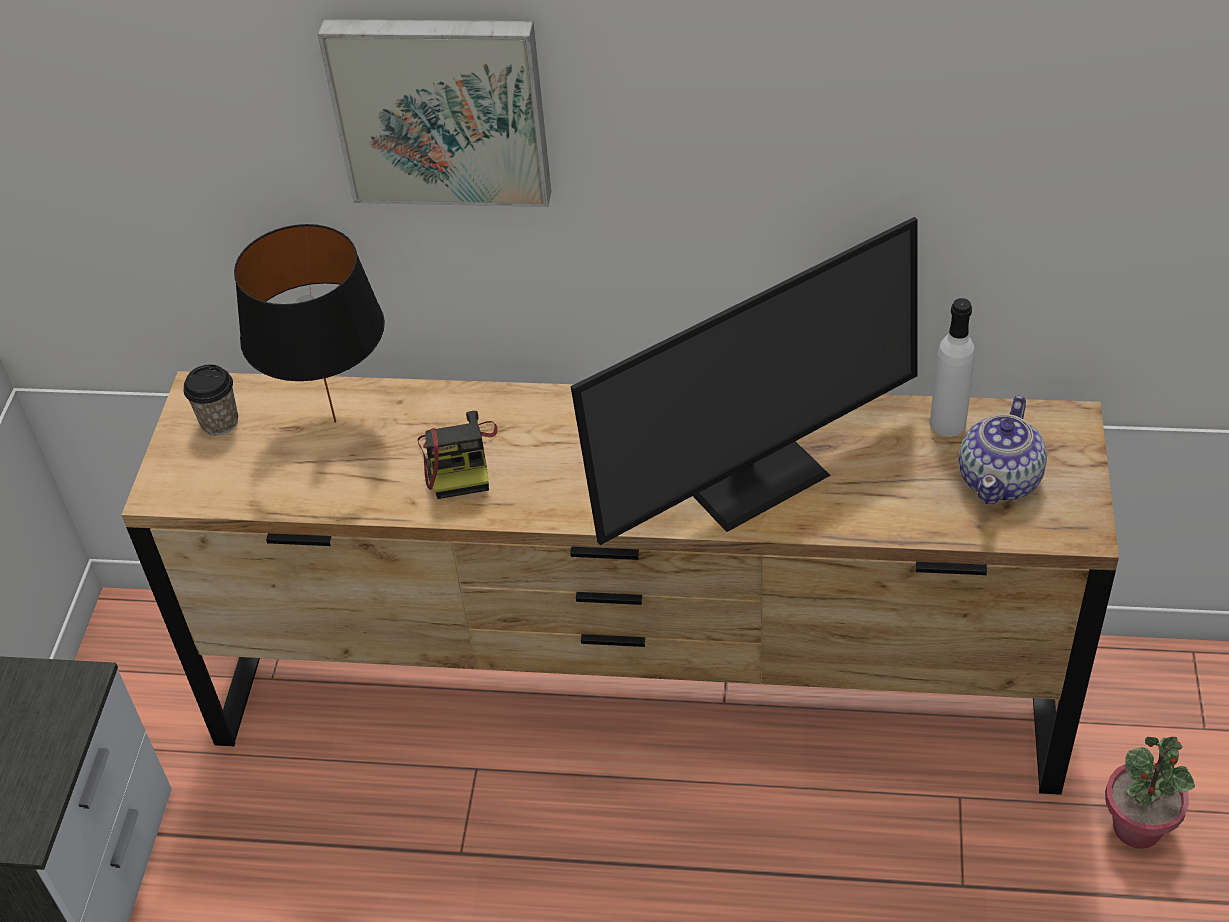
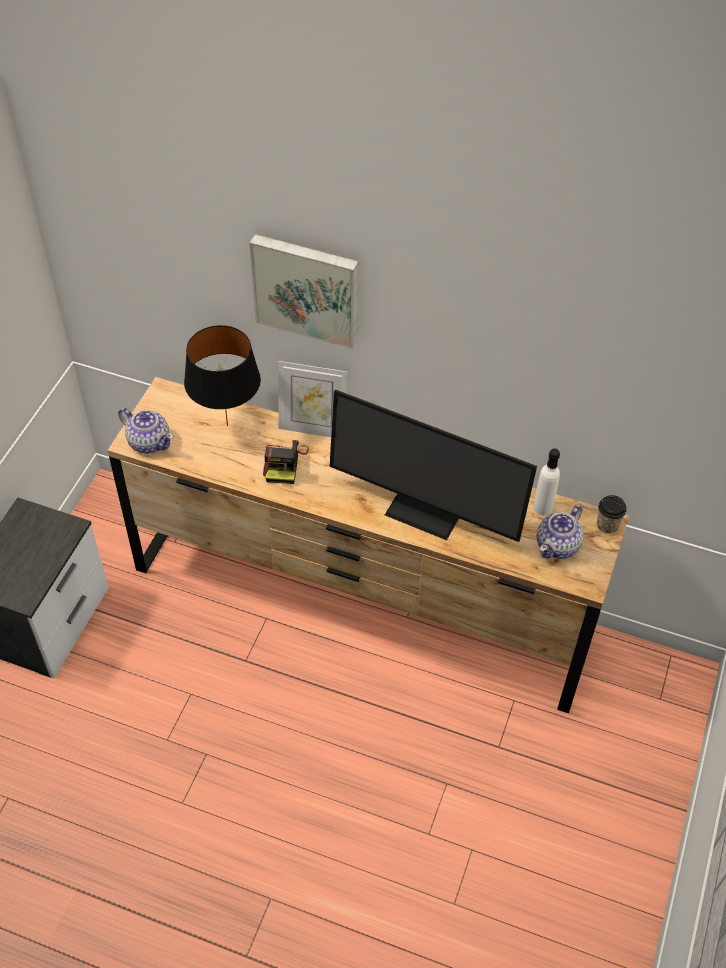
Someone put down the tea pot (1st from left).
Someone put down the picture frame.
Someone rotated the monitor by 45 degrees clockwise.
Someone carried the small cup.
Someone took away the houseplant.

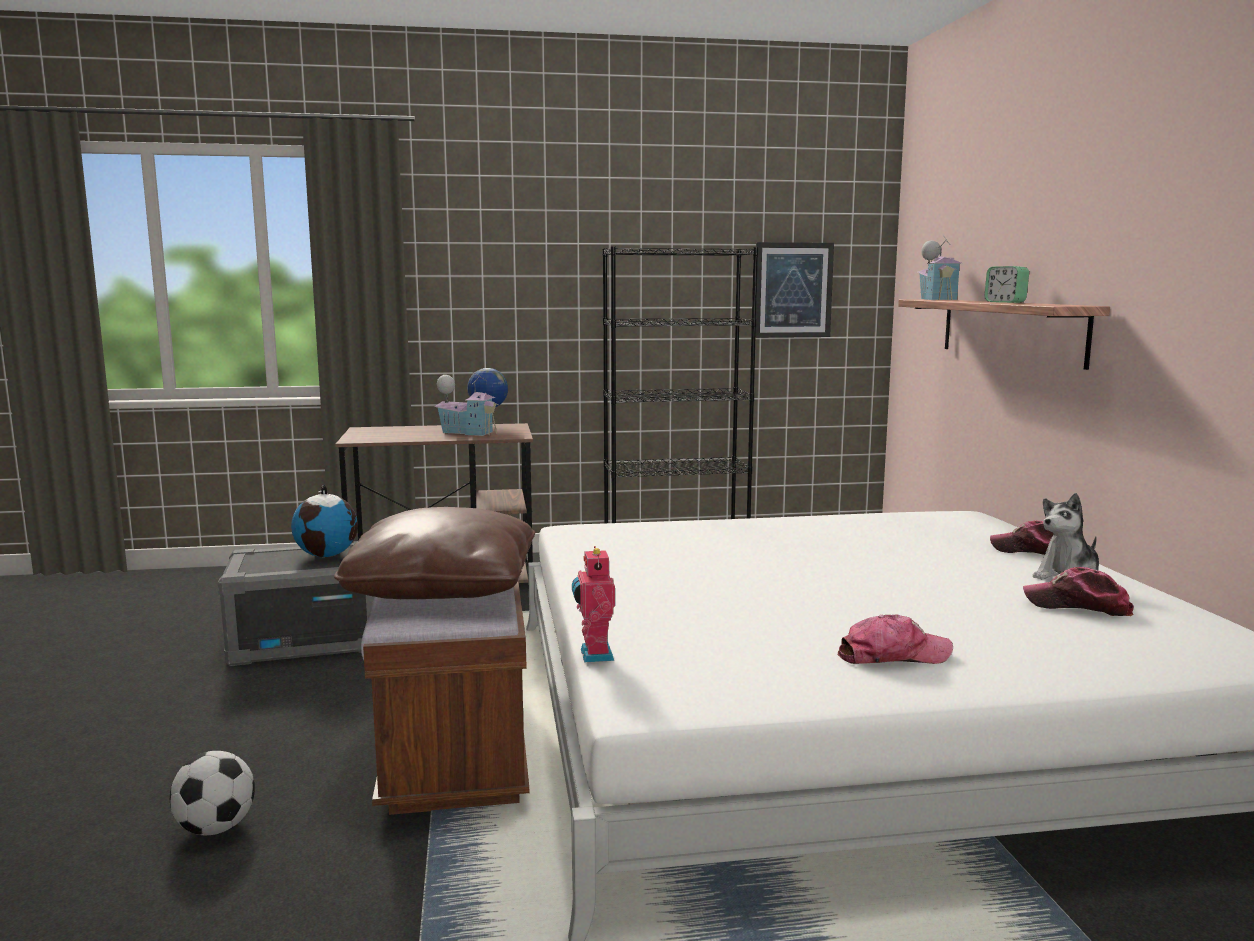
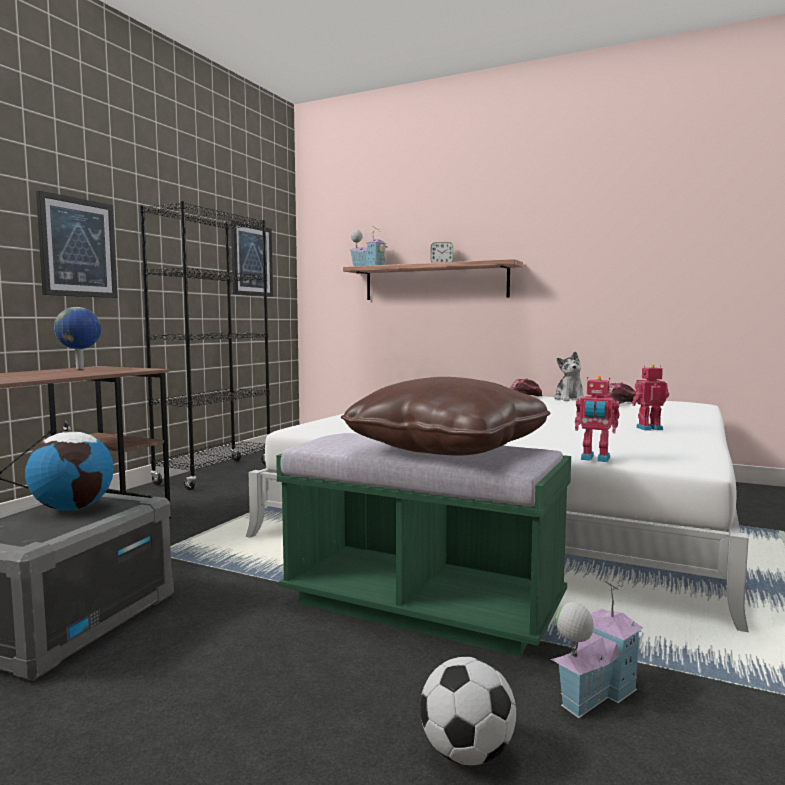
Someone put up the wall art (1st from left).
Someone repainted the brownish long seat, which became the greenish long seat.
Someone carried the model house (1st from left in the first image).
Someone swapped the peaked cap (1st from left) for the model robot (2nd from left).

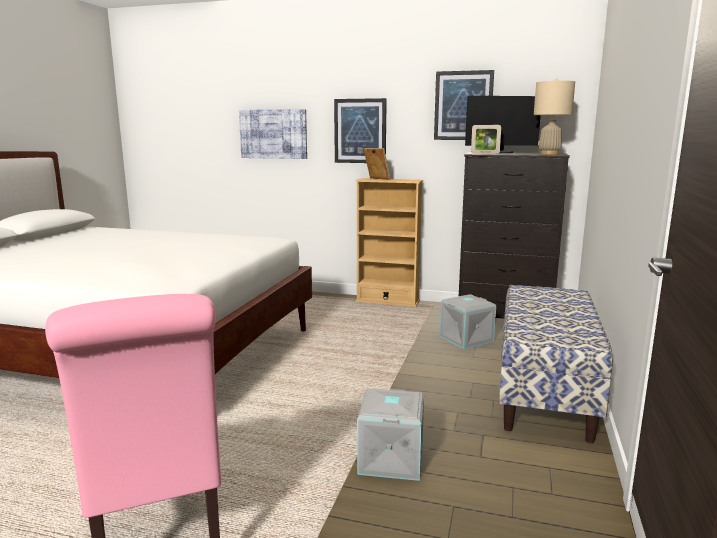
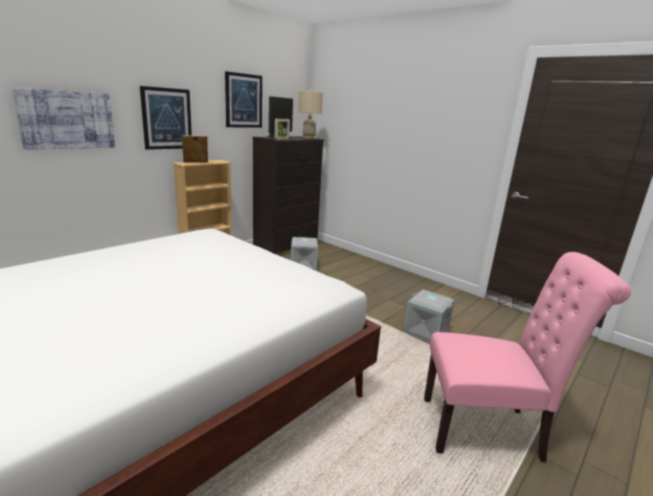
Someone took away the long seat.

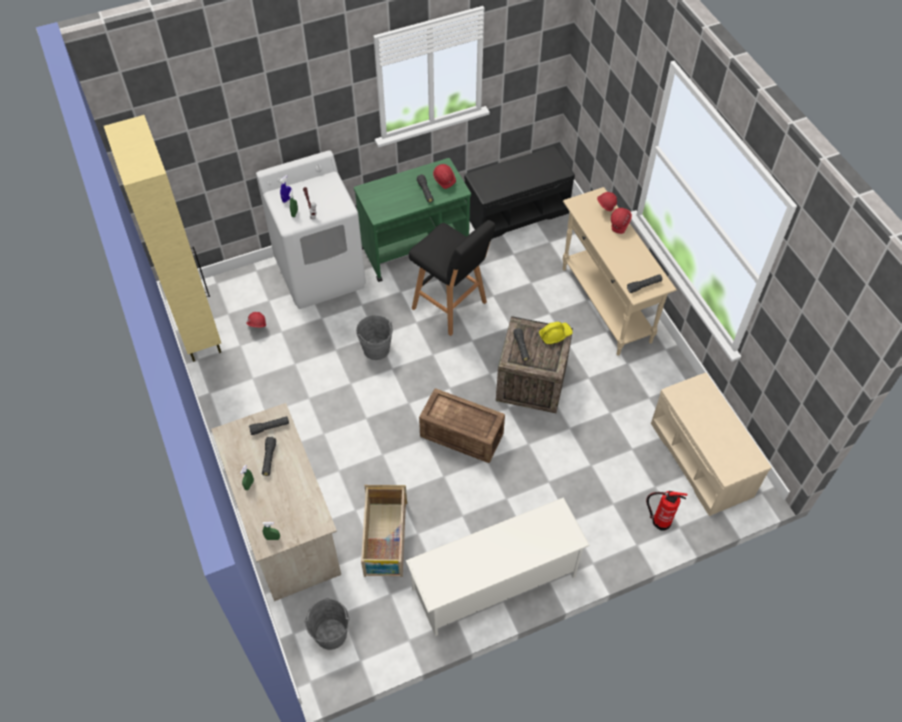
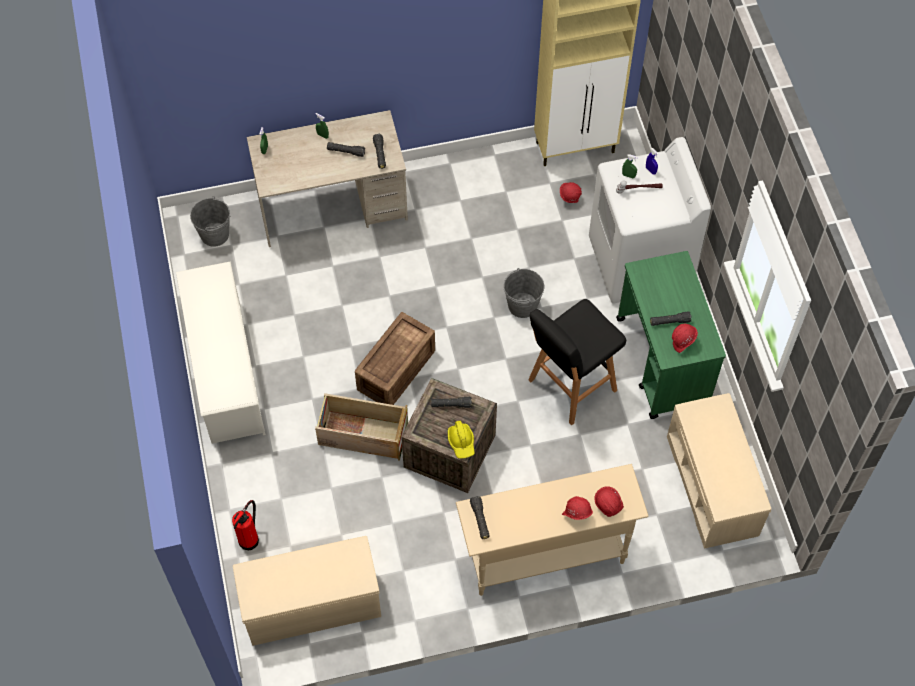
Someone carried the packing crate (1st from left).
Someone repainted the blackish long seat, which became the beige-coloured long seat (2nd from left).

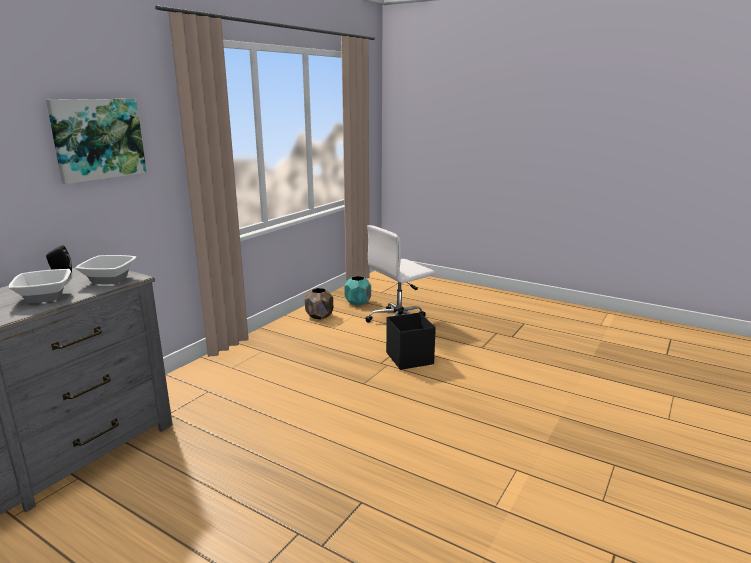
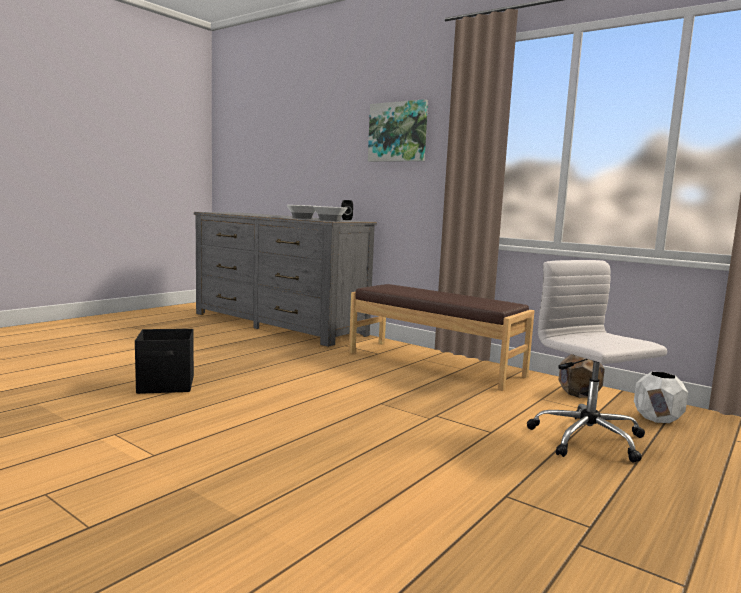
Someone carried the blackish storage bin.
Someone put down the brownish long seat.
Someone repainted the turquoise planter, which became the white-coloured planter.

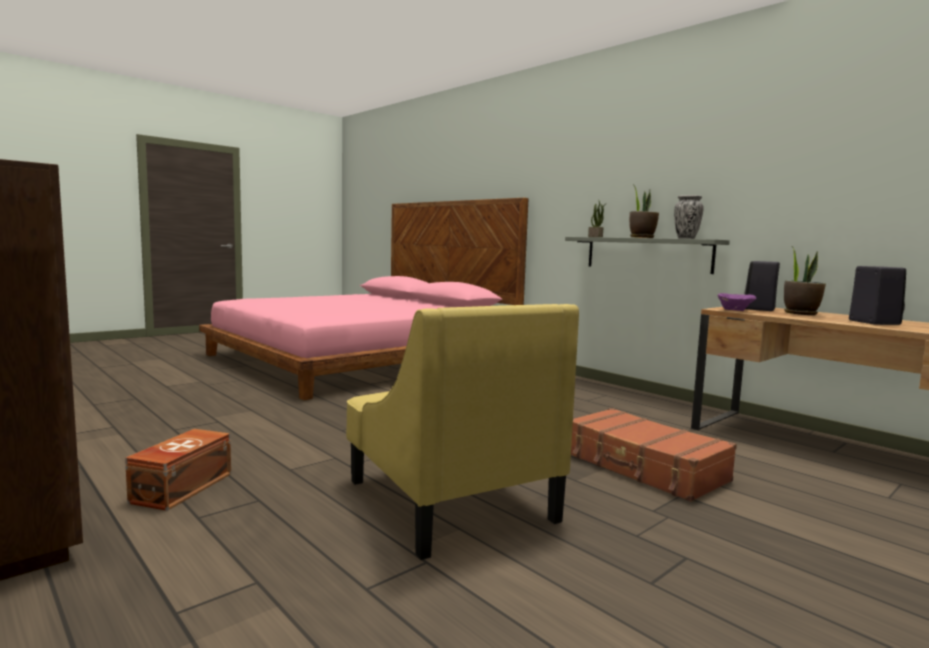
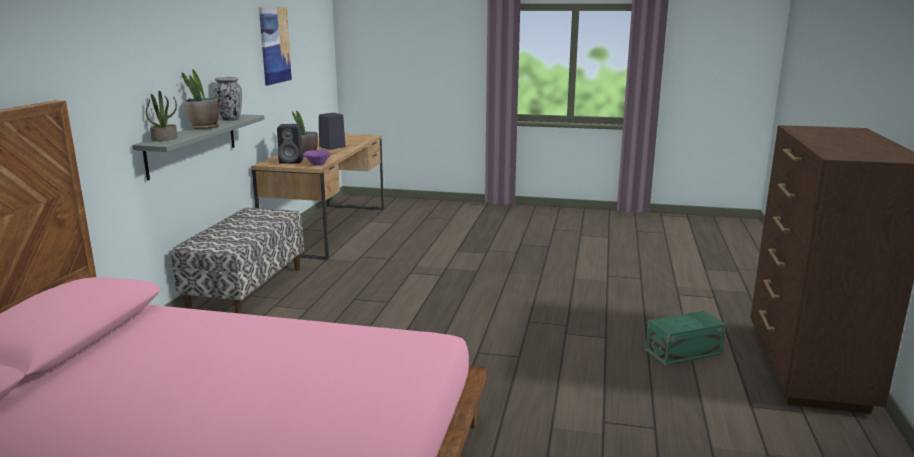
Someone put down the long seat.
Someone put up the wall art.
Someone repainted the brownish storage bin, which became the greenish storage bin.
Someone took away the yellow lounge chair.
Someone took away the brownish suitcase.

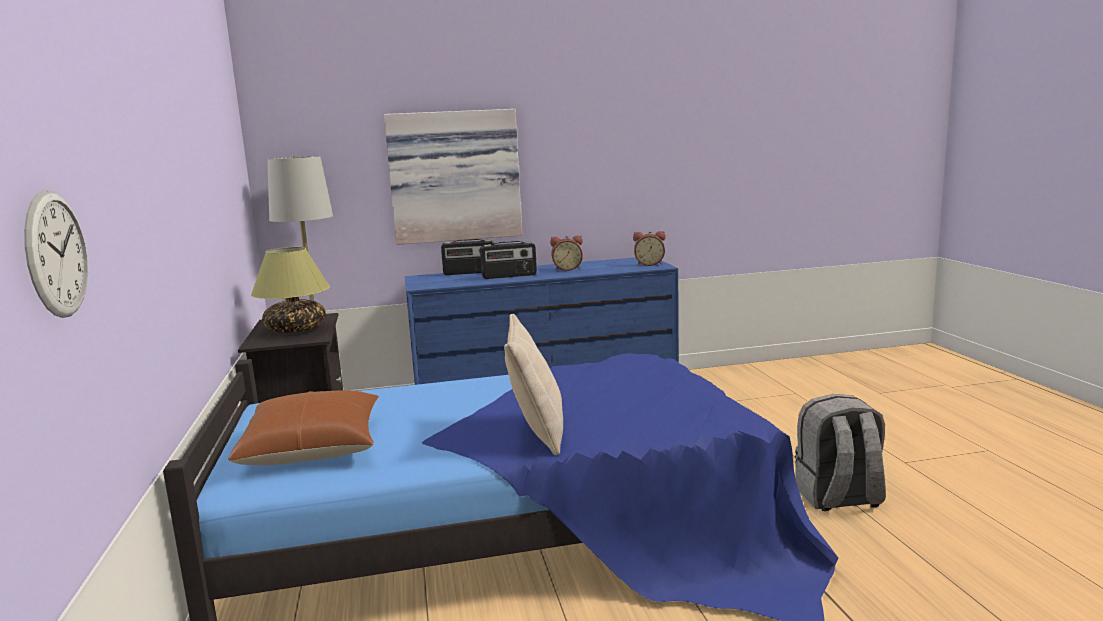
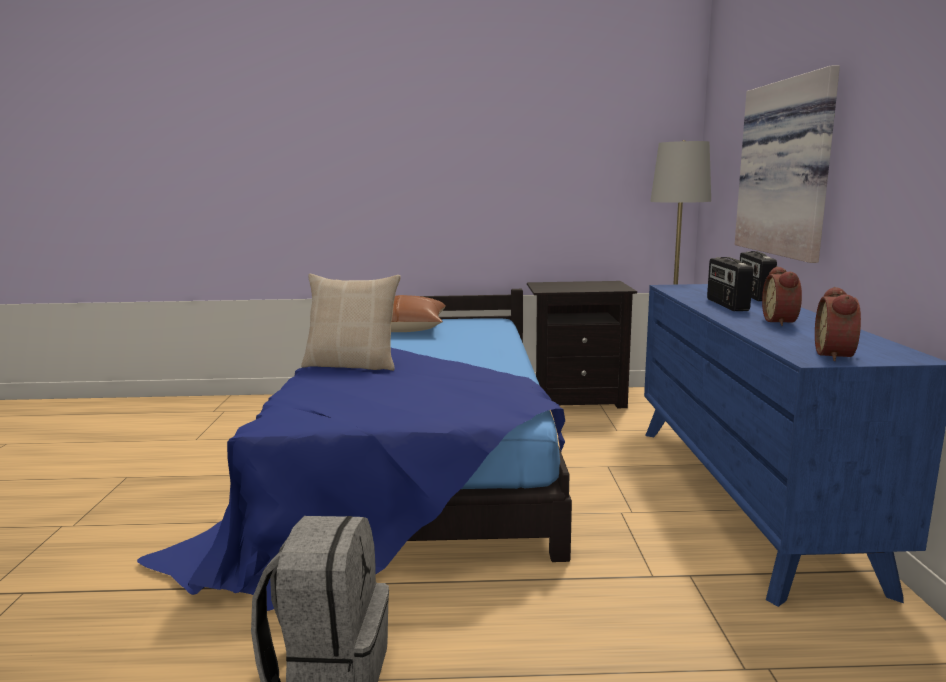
Someone took away the clock on the wall.
Someone took away the tabletop lamp.

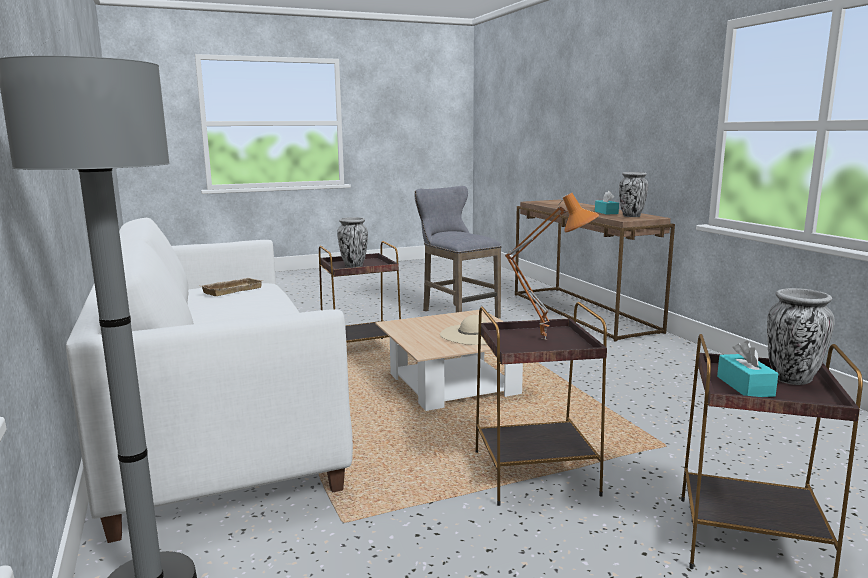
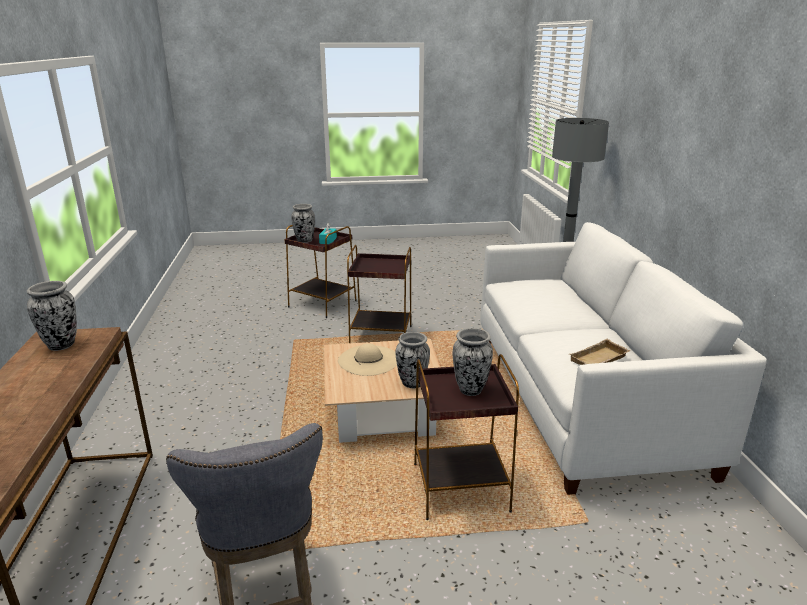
Someone put down the vase (3rd from left).
Someone took away the orange tabletop lamp.
Someone took away the turquoise tissue holder (1st from left).

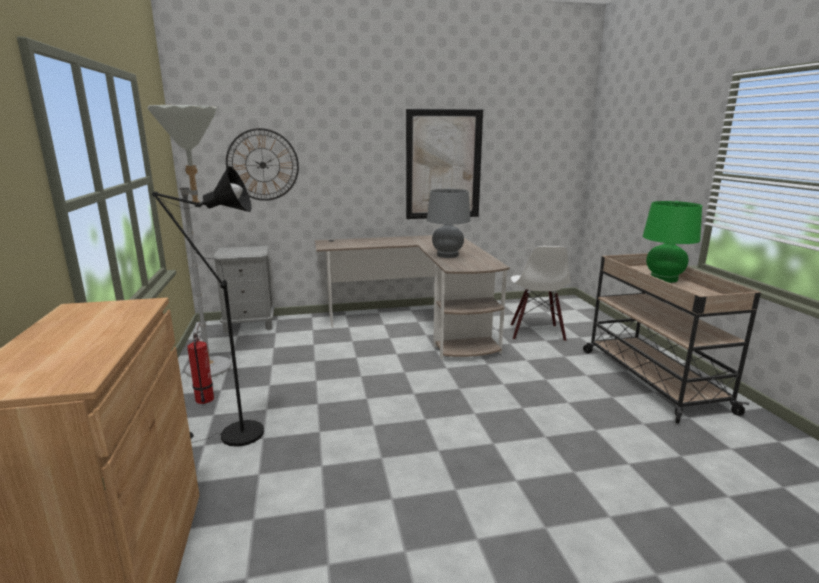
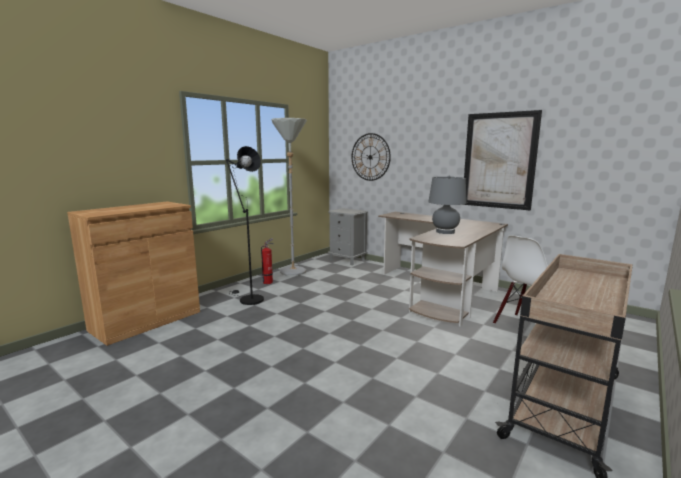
Someone took away the greenish tabletop lamp.

